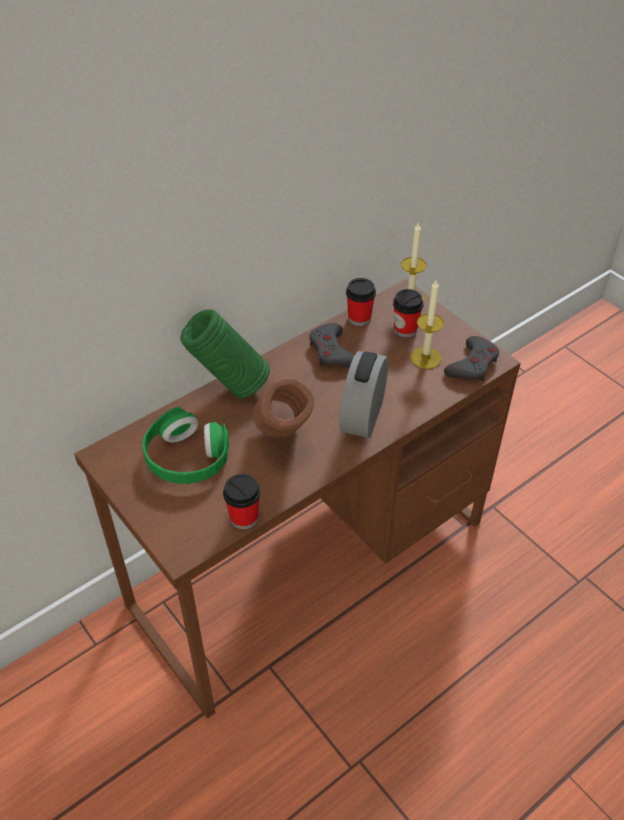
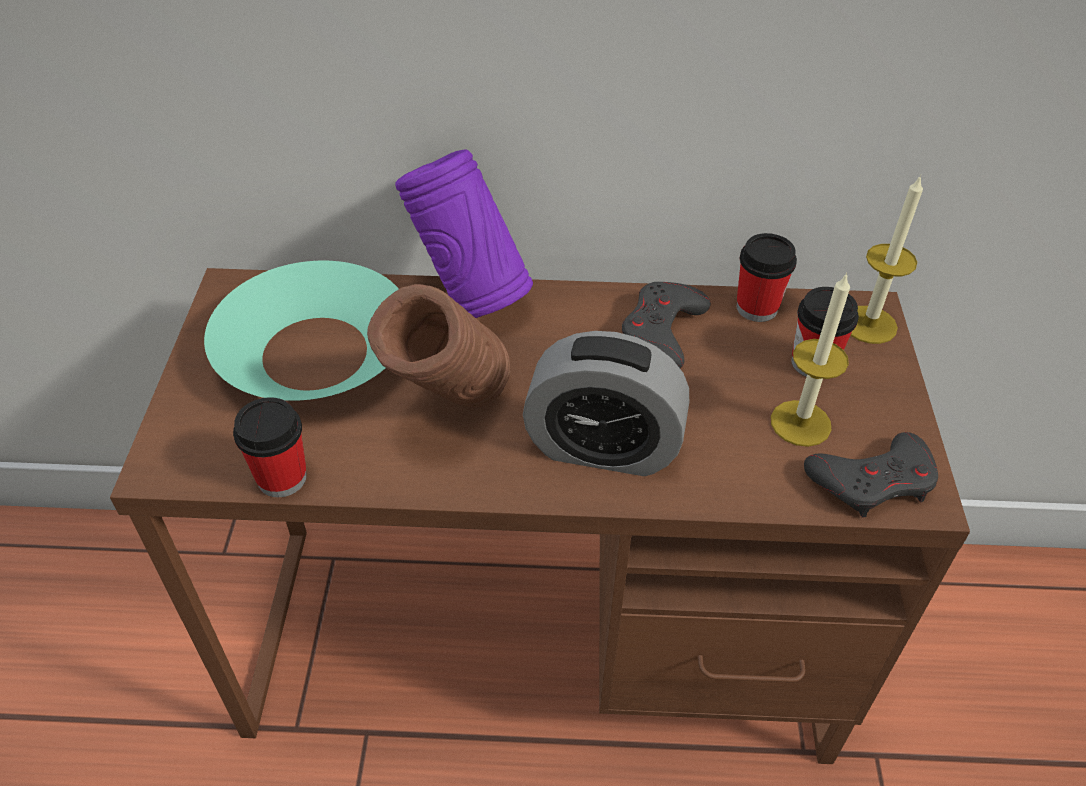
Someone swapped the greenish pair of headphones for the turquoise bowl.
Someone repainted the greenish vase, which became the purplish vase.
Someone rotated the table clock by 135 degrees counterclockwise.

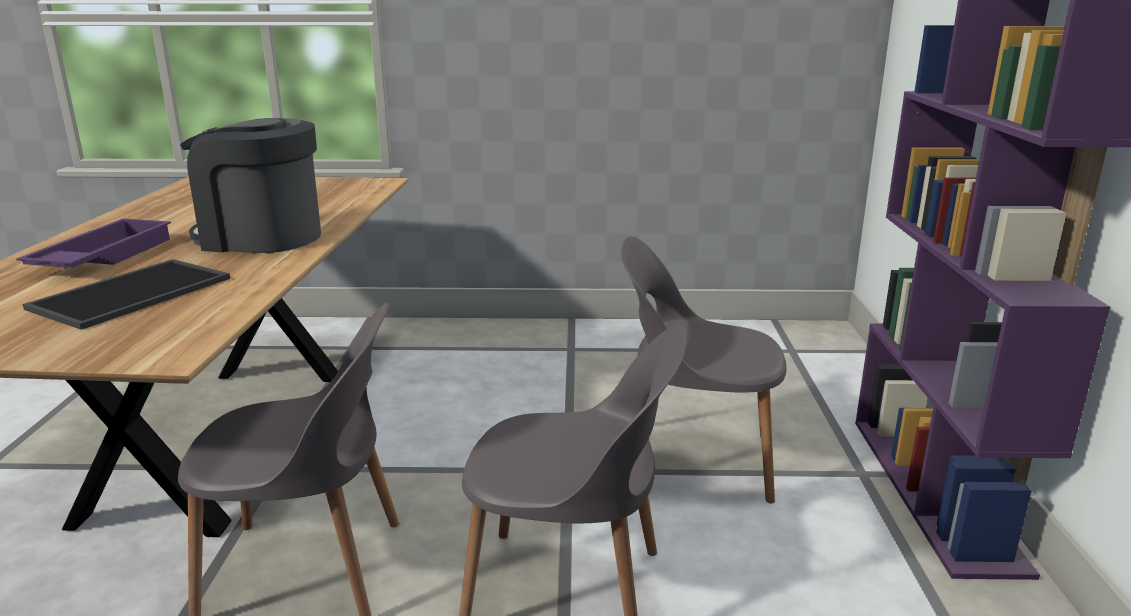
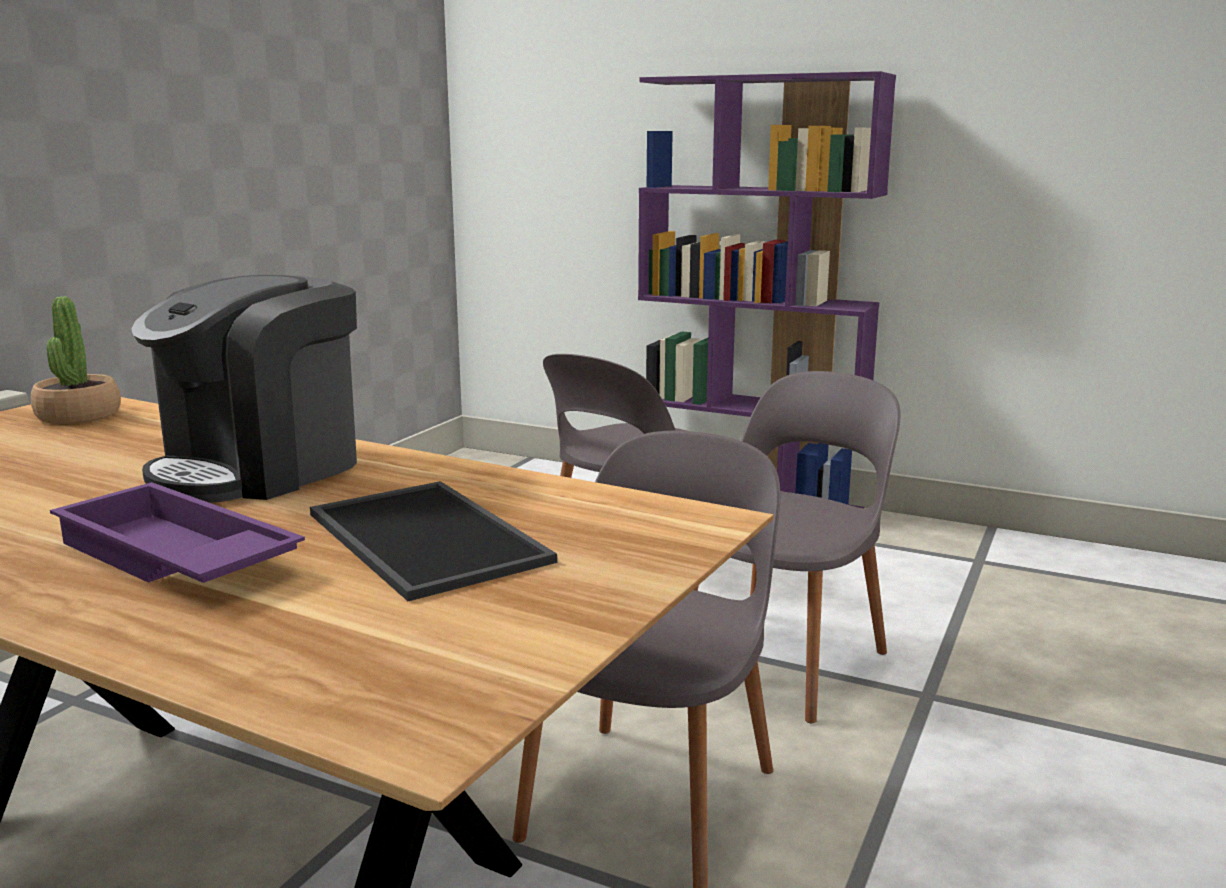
Someone put down the houseplant.

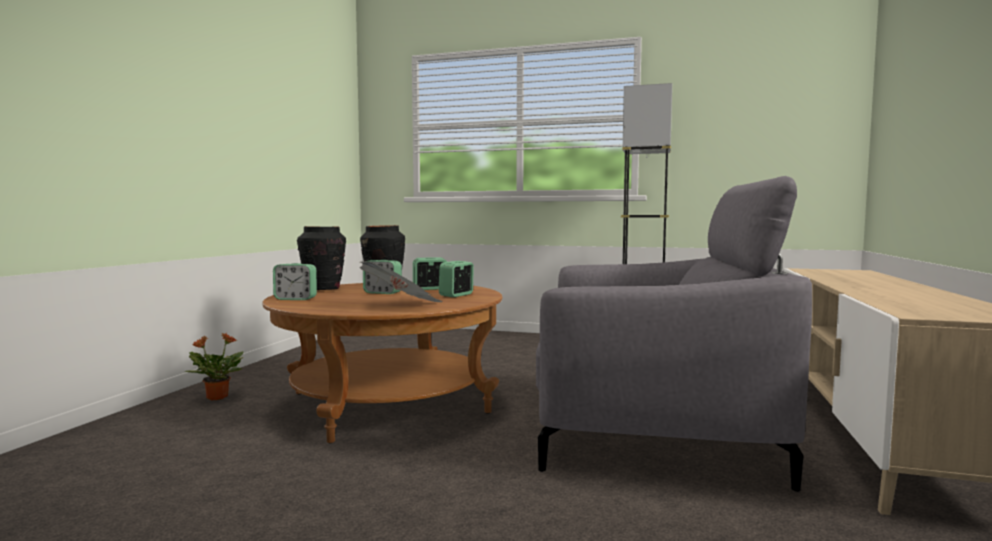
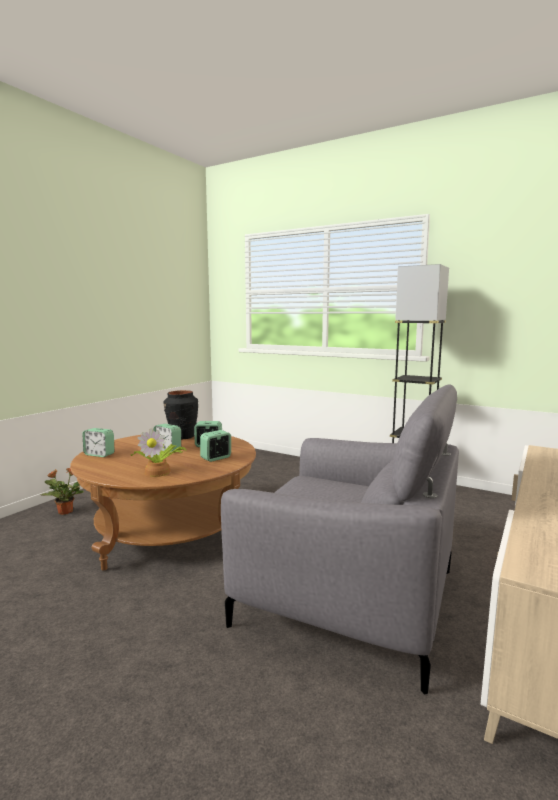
Someone swapped the newspaper for the houseplant (2nd from left).
Someone took away the blackish vase (1st from left).

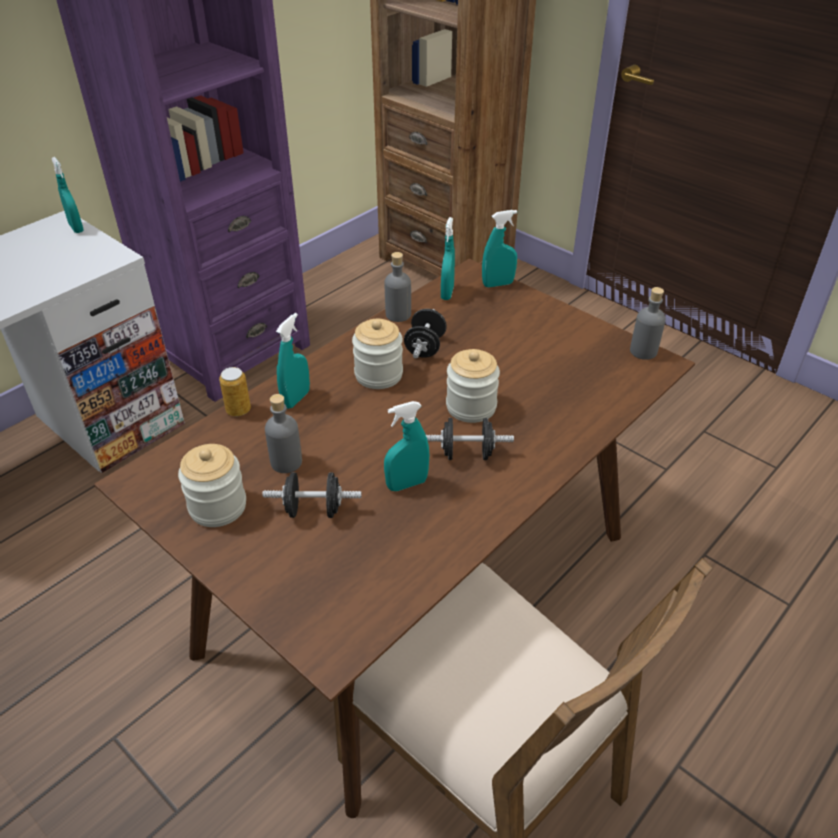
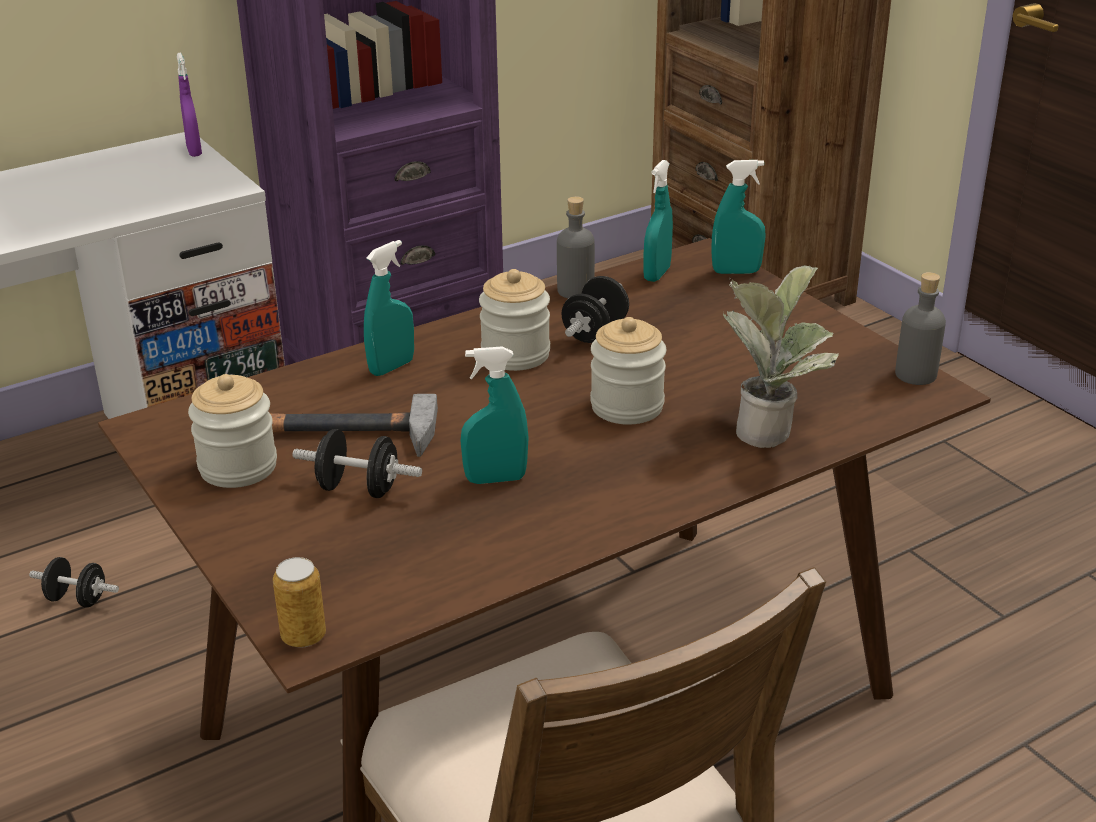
Someone carried the blackish free weight (3rd from left in the first image).
Someone repainted the turquoise spray bottle (1st from left), which became the purplish spray bottle.
Someone swapped the grey beverage bottle (1st from left) for the hand hammer.
Someone carried the sealed can.
Someone put down the houseplant.

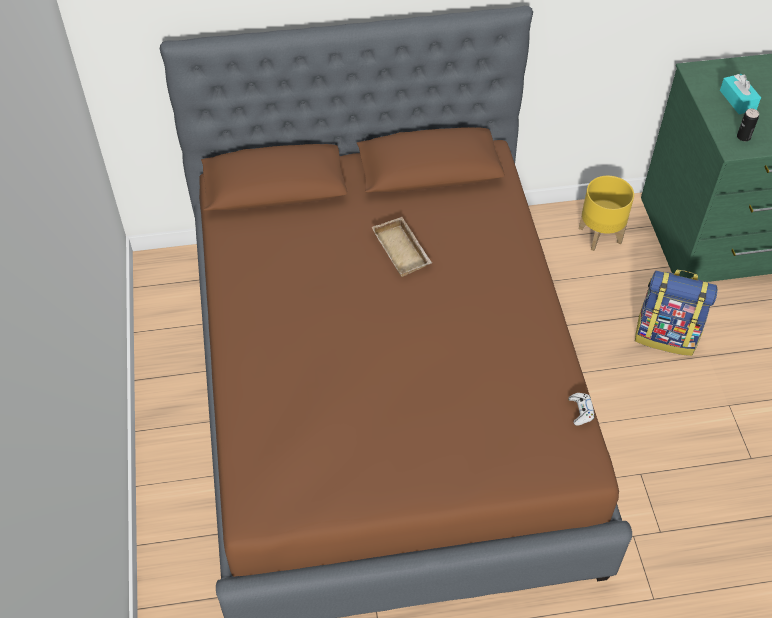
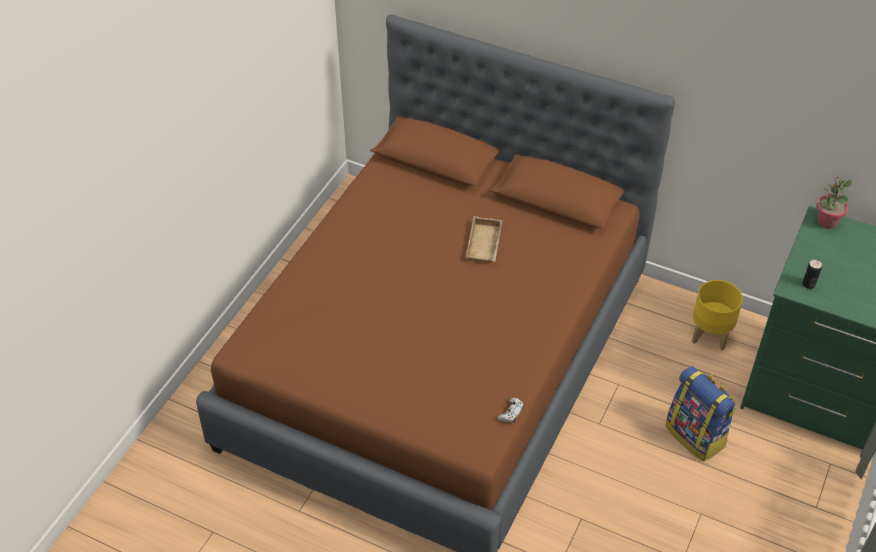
Someone put down the houseplant.
Someone took away the turquoise tissue holder.

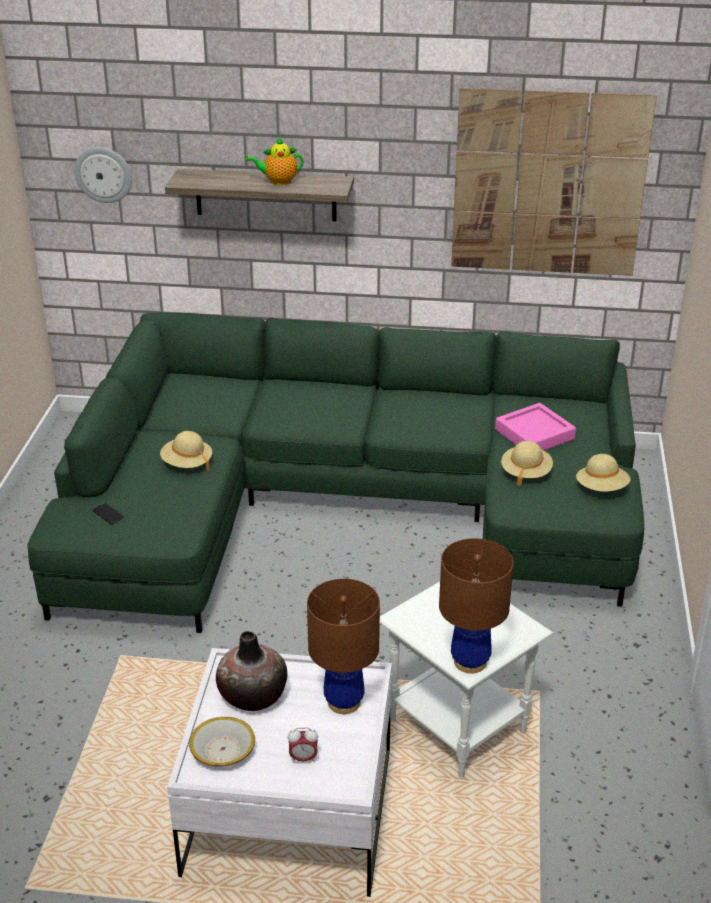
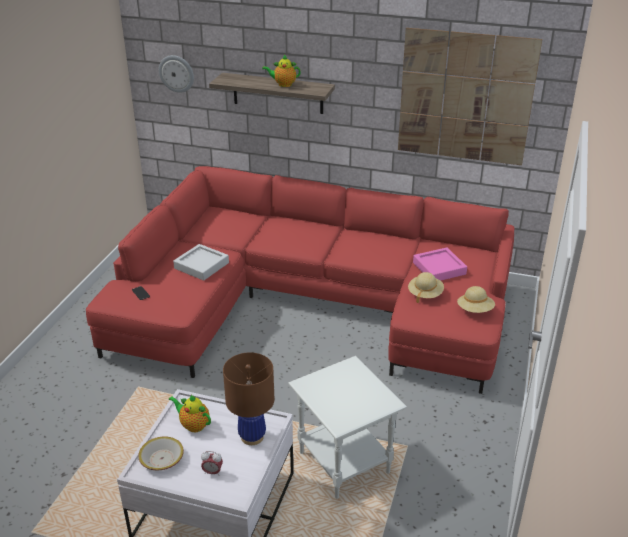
Someone repainted the greenish couch, which became the red couch.
Someone swapped the vase for the tea pot (1st from left).
Someone swapped the beige-coloured wearable hat (1st from left) for the grey serving tray.
Someone took away the brownish tabletop lamp (2nd from left).

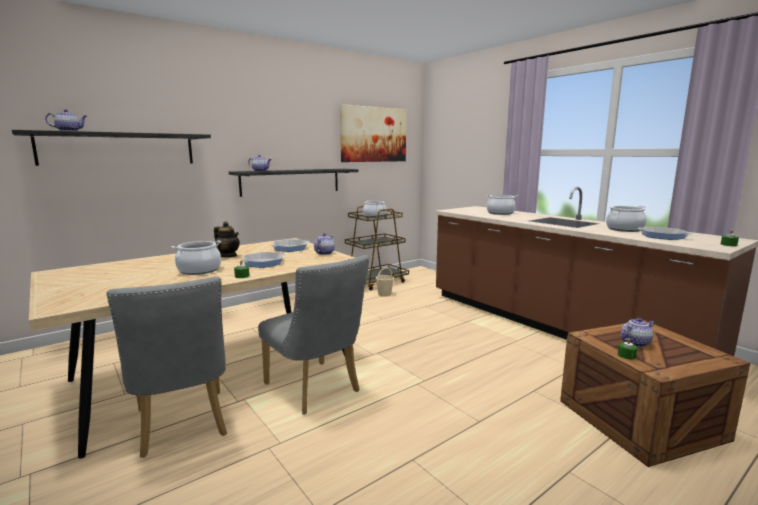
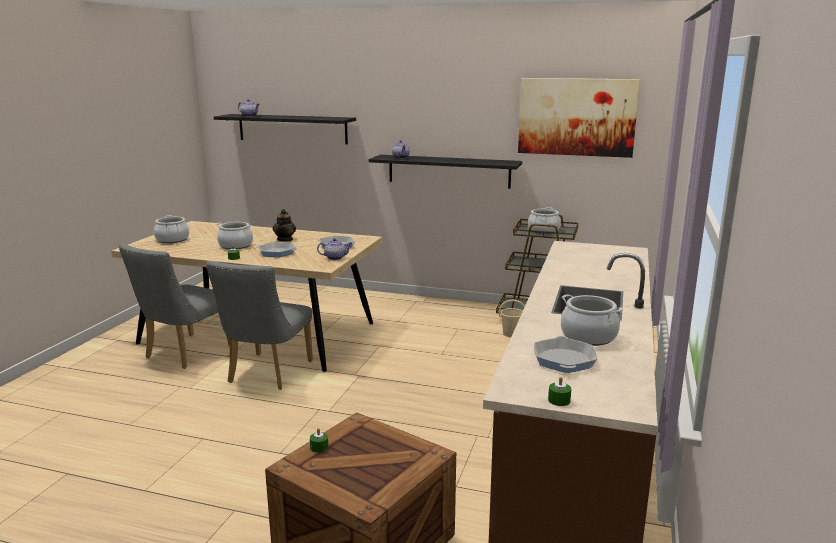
Someone carried the saucepot (3rd from left in the first image).
Someone took away the tea pot (5th from left).

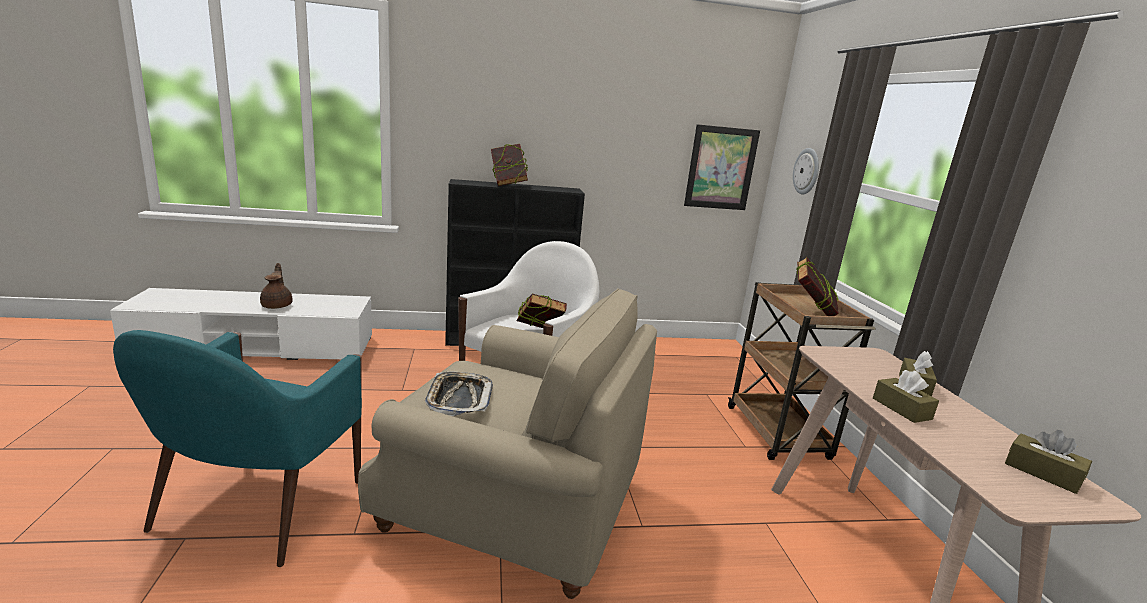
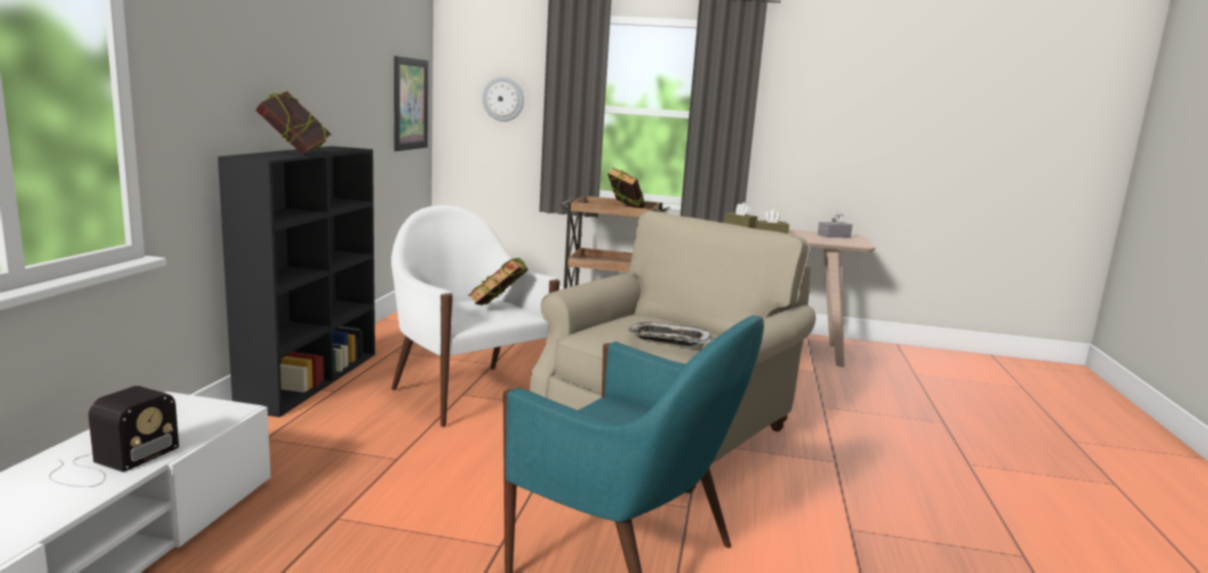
Someone swapped the brownish tea pot for the radio set.
Someone repainted the brownish tissue holder (3rd from left), which became the grey tissue holder.

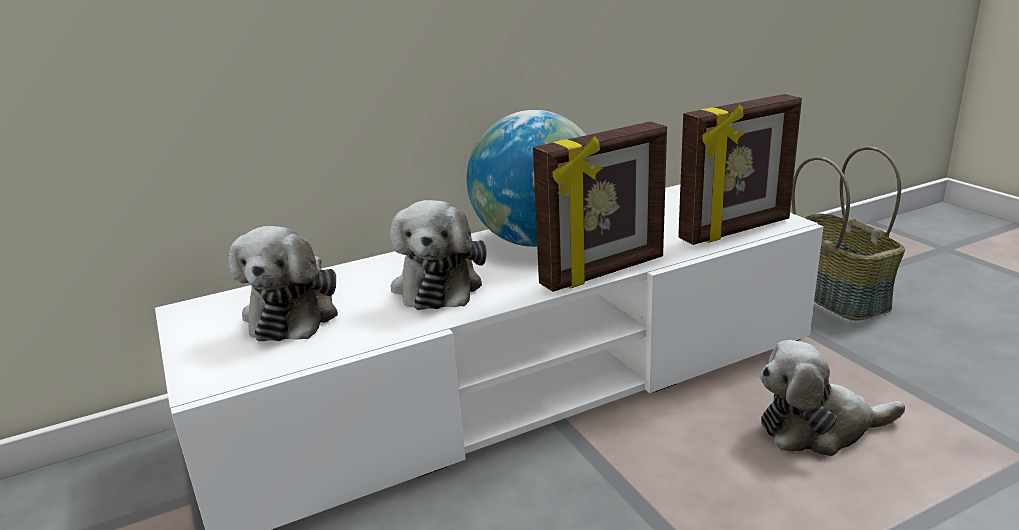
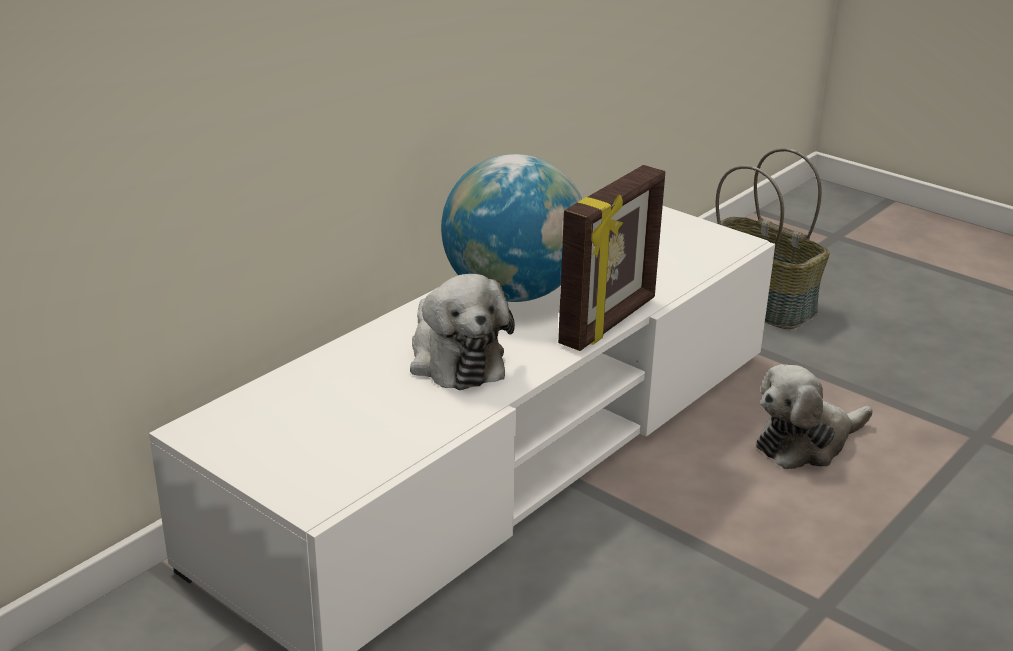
Someone took away the plush toy (1st from left).
Someone took away the picture frame (2nd from left).

